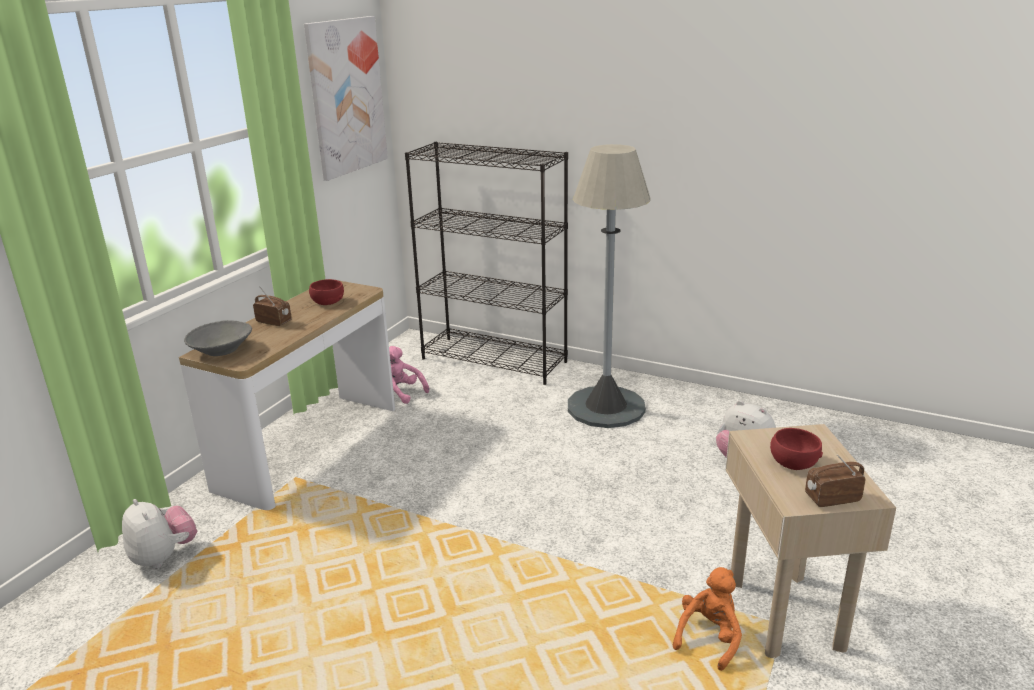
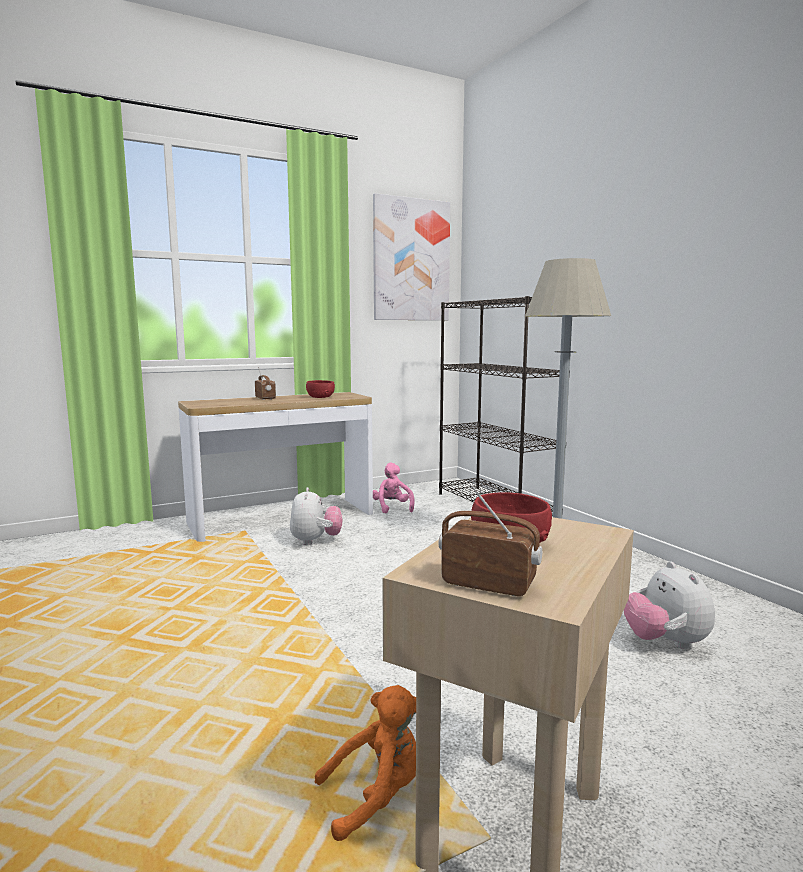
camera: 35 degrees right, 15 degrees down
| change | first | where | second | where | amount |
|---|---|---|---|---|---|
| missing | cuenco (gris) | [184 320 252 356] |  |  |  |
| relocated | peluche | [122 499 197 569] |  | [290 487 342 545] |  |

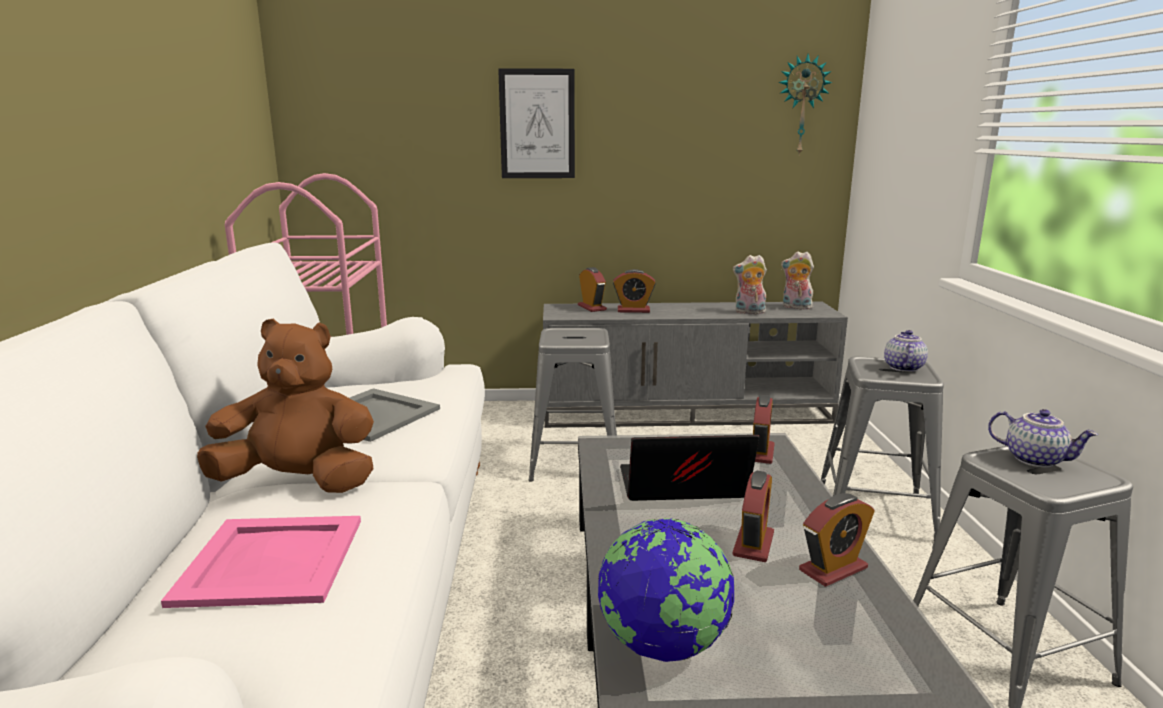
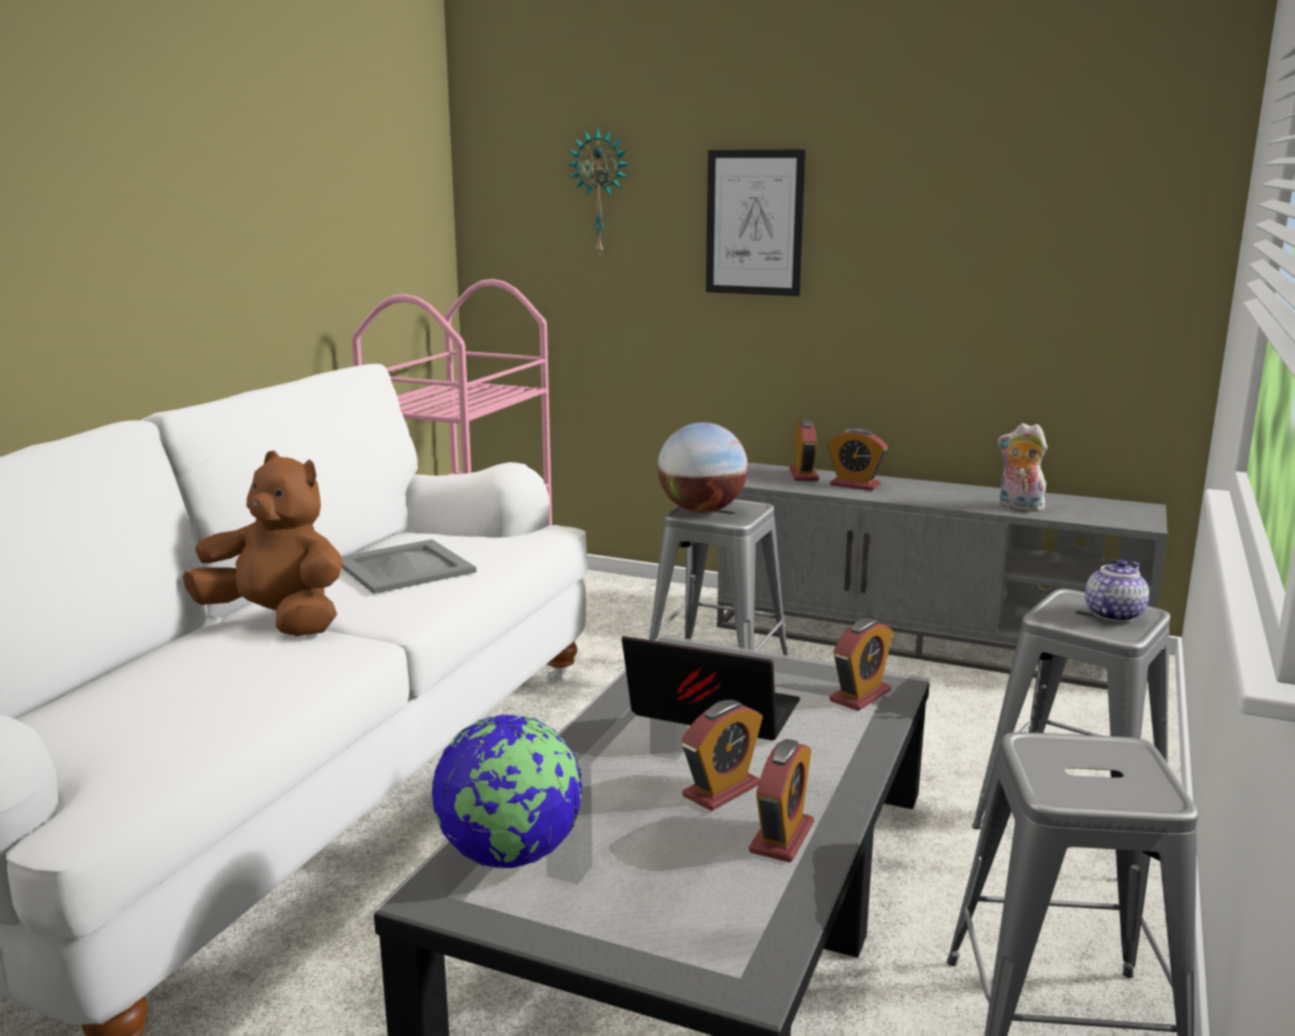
camera: 25 degrees right, 0 degrees up
| change | first | where | second | where | amount |
|---|---|---|---|---|---|
| missing | bandeja (rosa) | [161 516 361 608] |  |  |  |
| missing | peluche | [781 251 814 310] |  |  |  |
| missing | tetera | [988 409 1098 468] |  |  |  |
| appeared |  |  | globo terráqueo | [658 422 748 513] |  |
| relocated | reloj de pared | [779 53 832 155] |  | [567 128 629 257] |  |
| spun | despertador | [799 493 875 587] |  | [749 739 814 862] | 60 degrees counterclockwise |

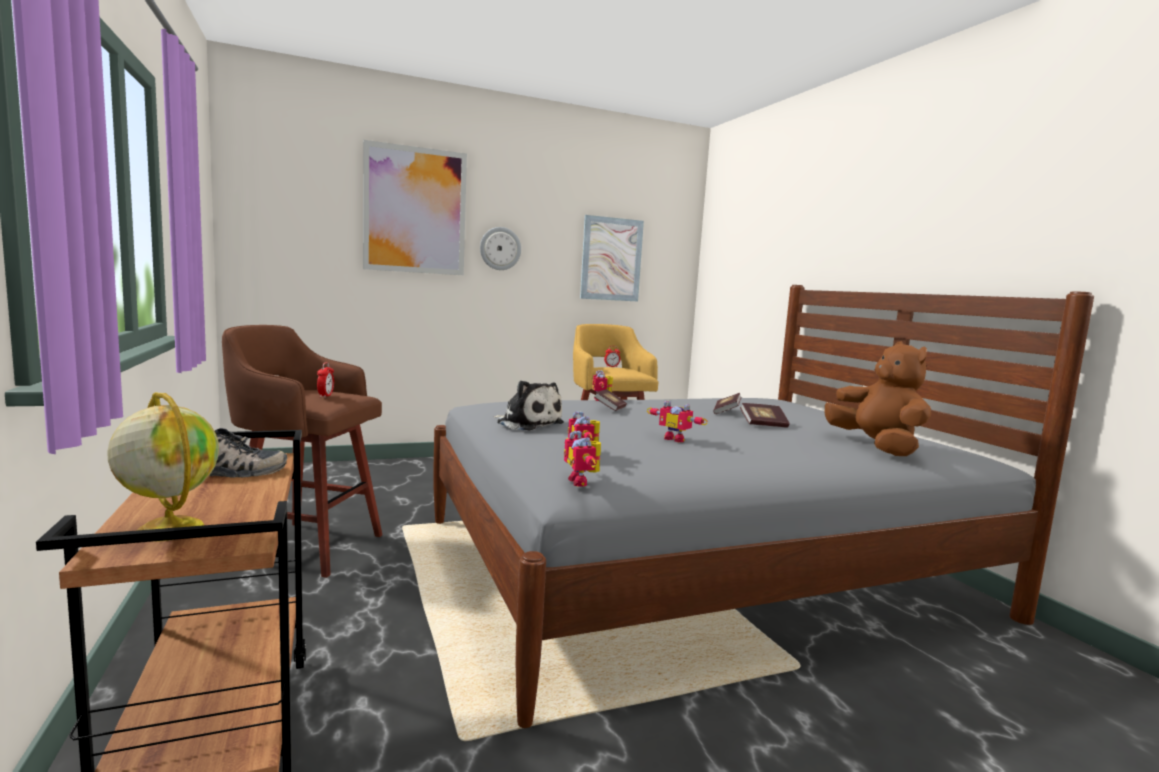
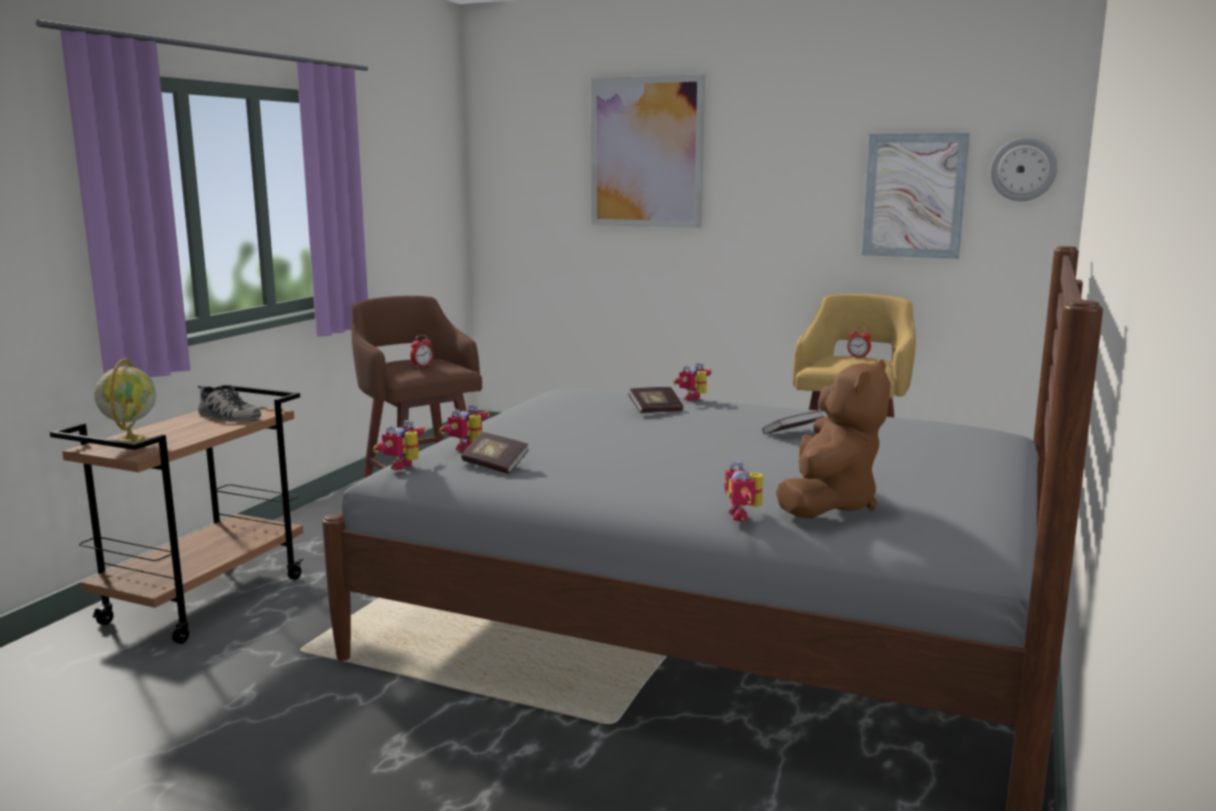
camera: 45 degrees right, 5 degrees up
| change | first | where | second | where | amount |
|---|---|---|---|---|---|
| missing | peluche | [494 380 564 430] |  |  |  |
| relocated | reloj de pared | [480 227 521 270] |  | [990 138 1058 201] |  |
| relocated | robot de juguete | [647 400 708 442] |  | [724 461 763 521] |  |
| relocated | libro | [740 403 790 428] |  | [461 432 529 474] |  |

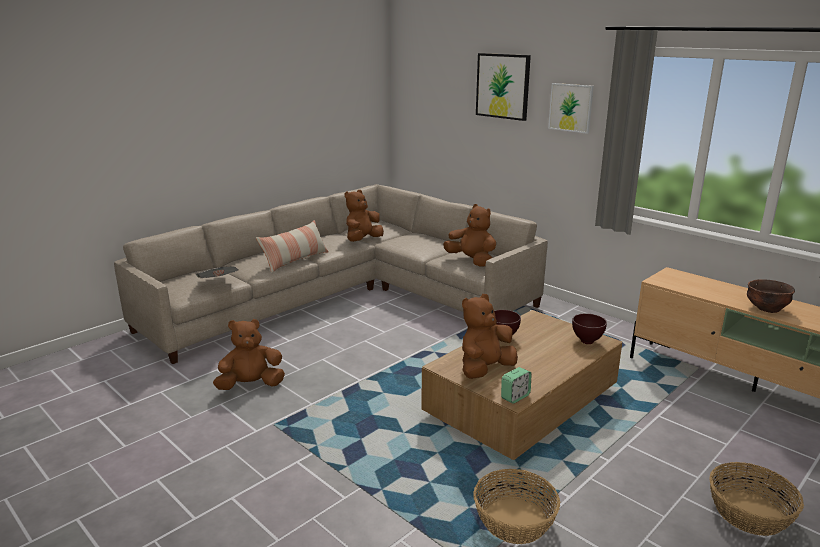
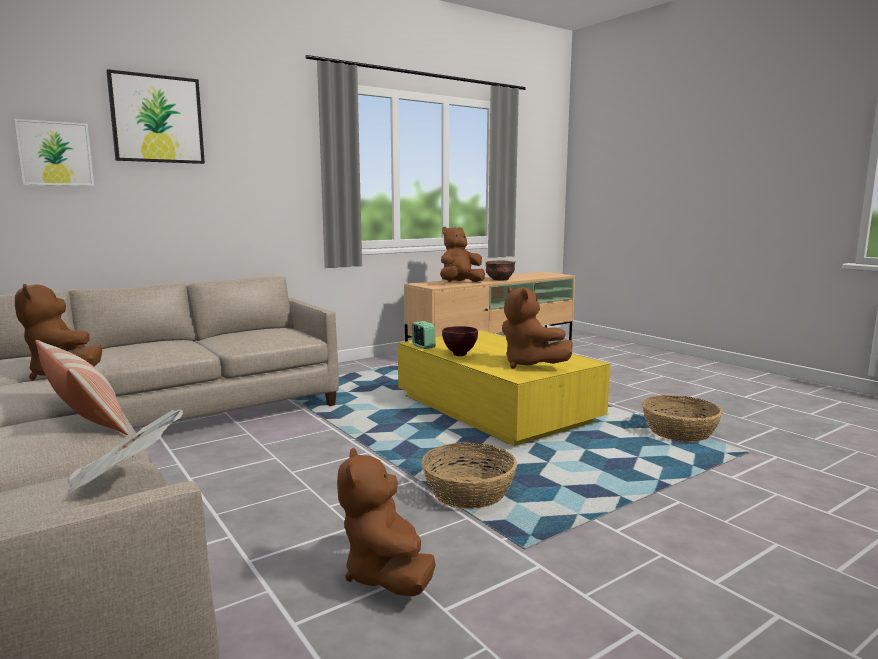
camera: 80 degrees left, 10 degrees down
| change | first | where | second | where | amount |
|---|---|---|---|---|---|
| missing | cuenco (marrón) | [572 313 607 344] |  |  |  |
| relocated | peluche (marrón) | [443 204 496 266] |  | [440 227 485 282] |  |
| relocated | despertador | [501 367 532 404] |  | [412 321 435 349] |  |
| relocated | cuadro | [548 83 594 134] |  | [14 119 94 186] |  |
| relocated | cesta | [709 462 804 536] |  | [421 442 517 509] |  |
| colour | mesa de centro (marrón) | [421 310 622 460] | mesa de centro (amarillo) | [398 330 610 446] |  |

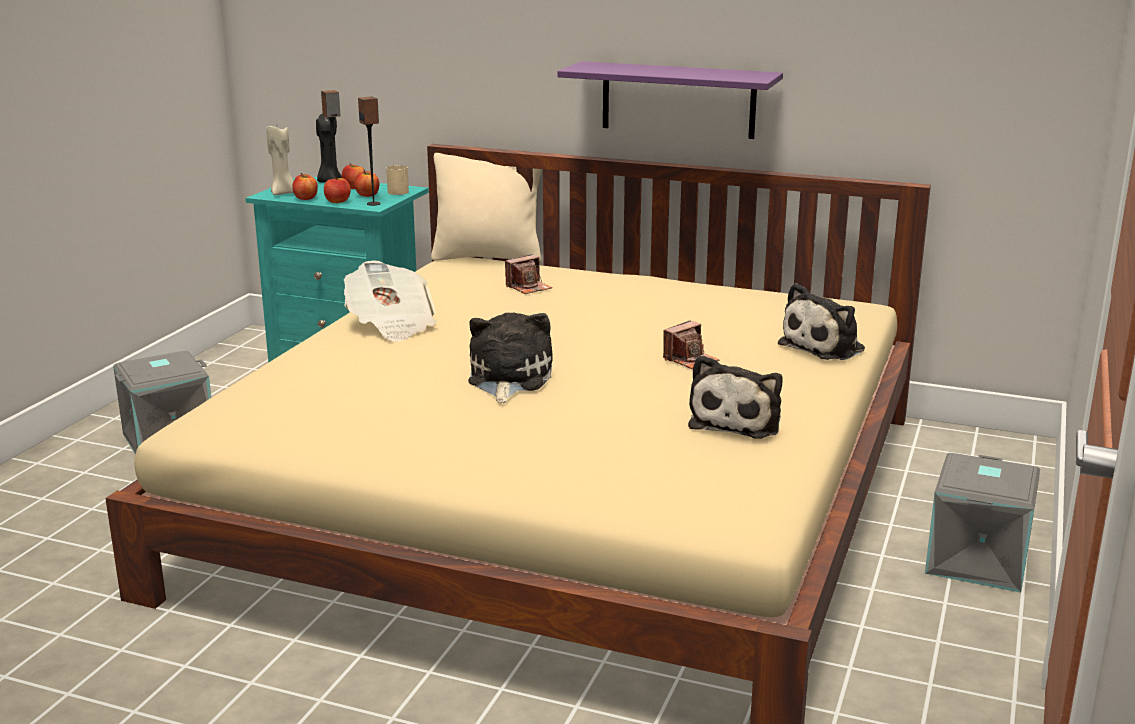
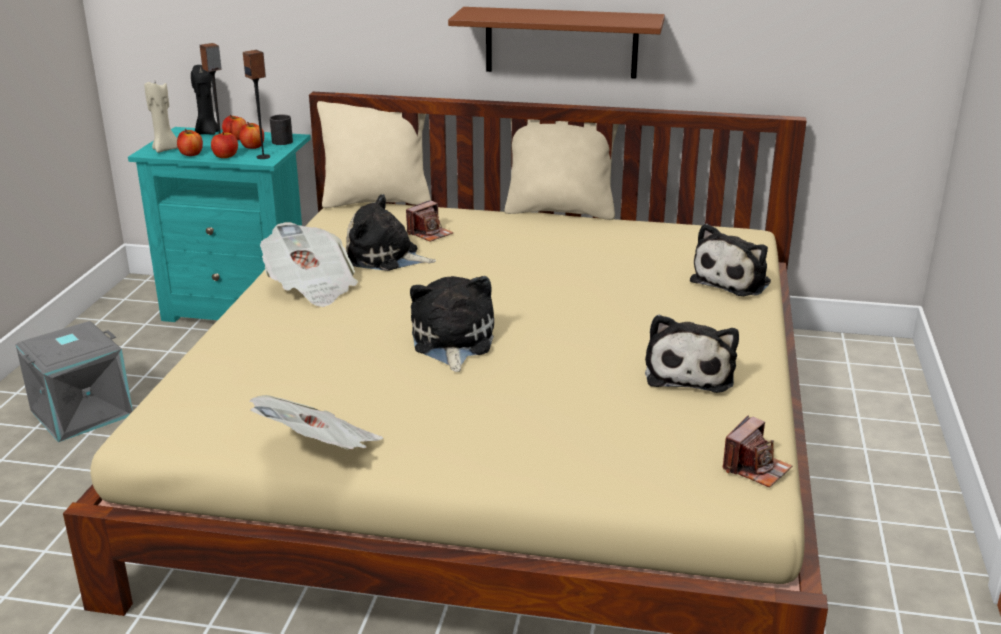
camera: 10 degrees left, 5 degrees up
| change | first | where | second | where | amount |
|---|---|---|---|---|---|
| missing | caja de almacenaje (gris) | [925 453 1040 593] |  |  |  |
| appeared |  |  | periódico | [250 395 383 450] |  |
| appeared |  |  | peluche | [346 194 436 271] |  |
| appeared |  |  | cojín (beis) | [504 118 619 220] |  |
| relocated | cámara | [663 320 719 369] |  | [722 415 792 488] |  |
| colour | taza grande (beis) | [386 165 409 195] | taza grande (negro) | [270 115 293 145] |  |
| colour | estante (morado) | [557 61 783 139] | estante (marrón) | [448 7 665 79] |  |

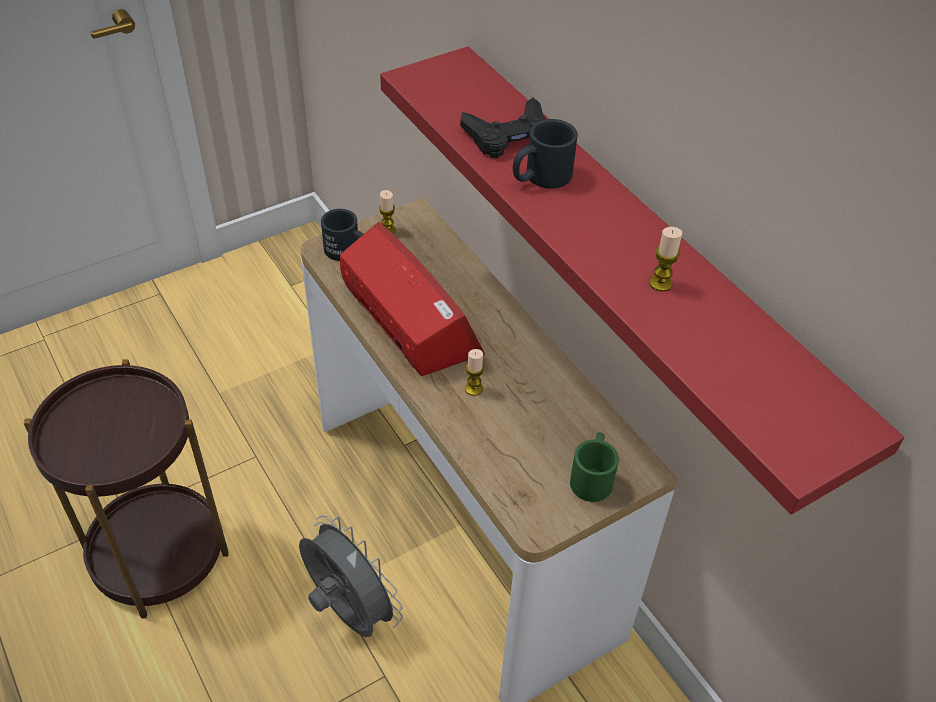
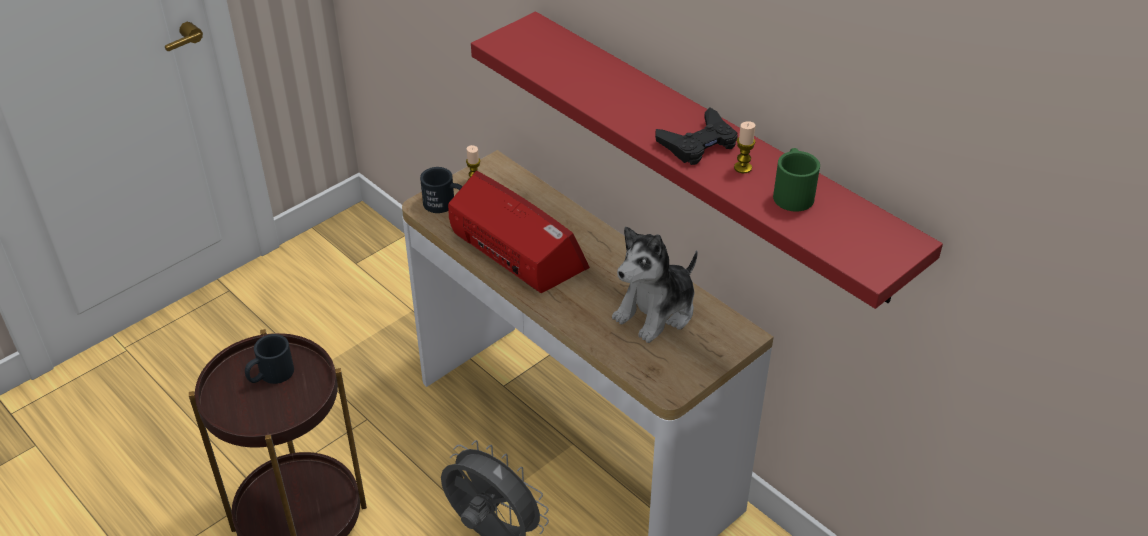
camera: 10 degrees left, 5 degrees down
| change | first | where | second | where | amount |
|---|---|---|---|---|---|
| missing | vela | [465 349 484 396] |  |  |  |
| appeared |  |  | peluche | [612 227 698 343] |  |
| relocated | mando de consola (negro) | [460 98 546 158] |  | [655 107 738 165] |  |
| relocated | taza grande (negro) | [513 119 578 189] |  | [245 334 294 384] |  |
| relocated | taza grande (verde) | [570 432 619 502] |  | [773 148 820 212] |  |

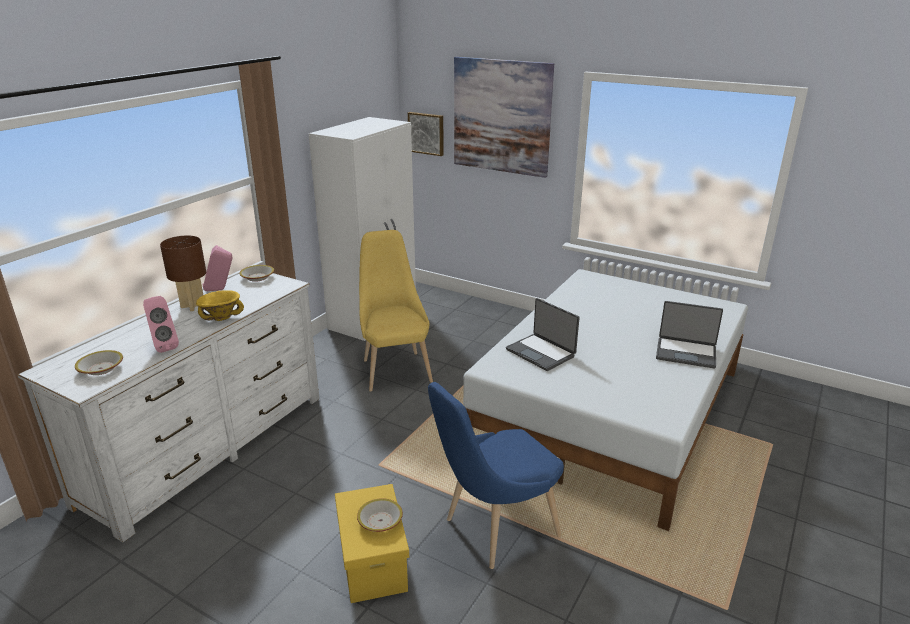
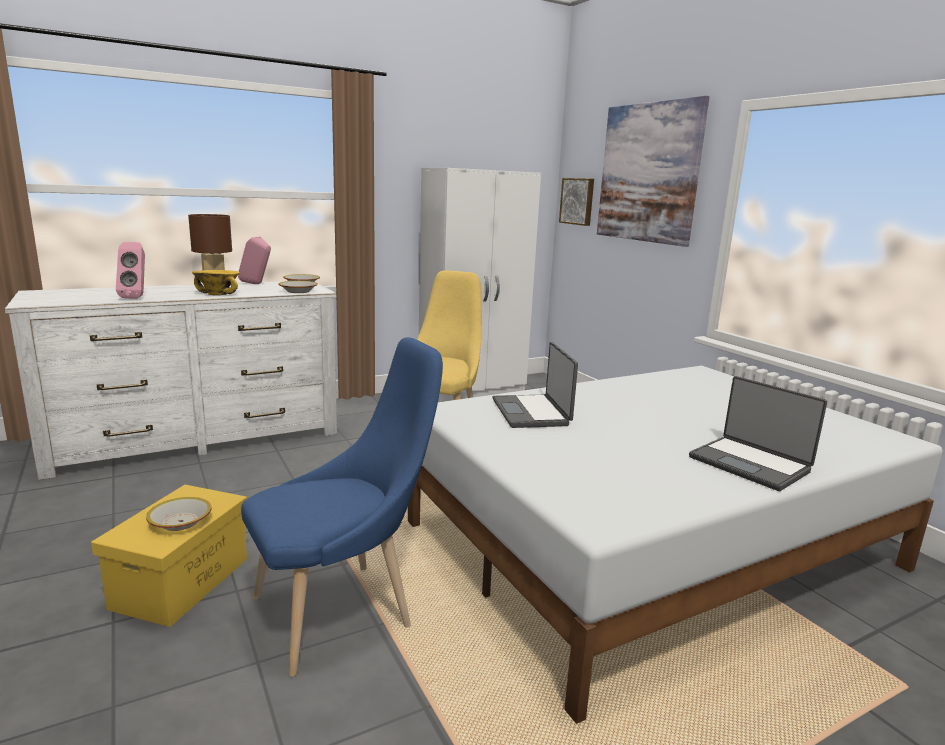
camera: 30 degrees right, 10 degrees down
| change | first | where | second | where | amount |
|---|---|---|---|---|---|
| relocated | cuenco | [75 350 123 375] |  | [278 281 318 293] |  |
| spun | silla (azul) | [428 382 564 569] |  | [241 337 443 677] | 150 degrees clockwise |

